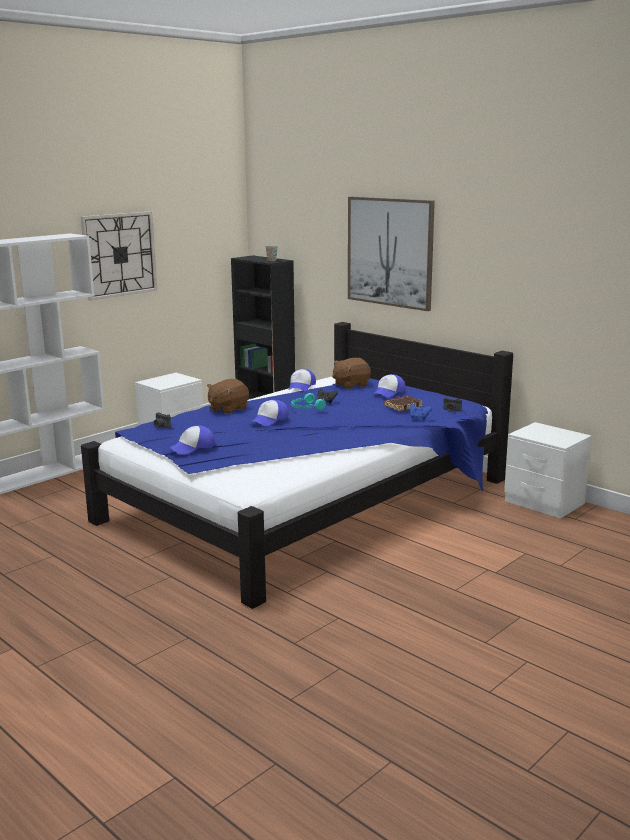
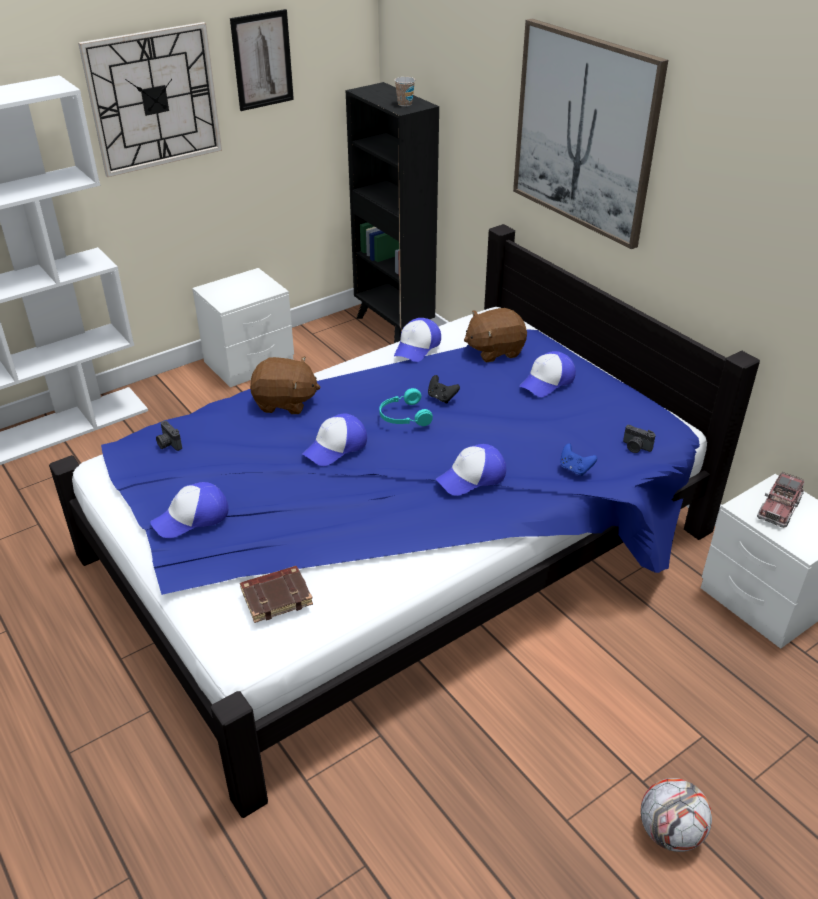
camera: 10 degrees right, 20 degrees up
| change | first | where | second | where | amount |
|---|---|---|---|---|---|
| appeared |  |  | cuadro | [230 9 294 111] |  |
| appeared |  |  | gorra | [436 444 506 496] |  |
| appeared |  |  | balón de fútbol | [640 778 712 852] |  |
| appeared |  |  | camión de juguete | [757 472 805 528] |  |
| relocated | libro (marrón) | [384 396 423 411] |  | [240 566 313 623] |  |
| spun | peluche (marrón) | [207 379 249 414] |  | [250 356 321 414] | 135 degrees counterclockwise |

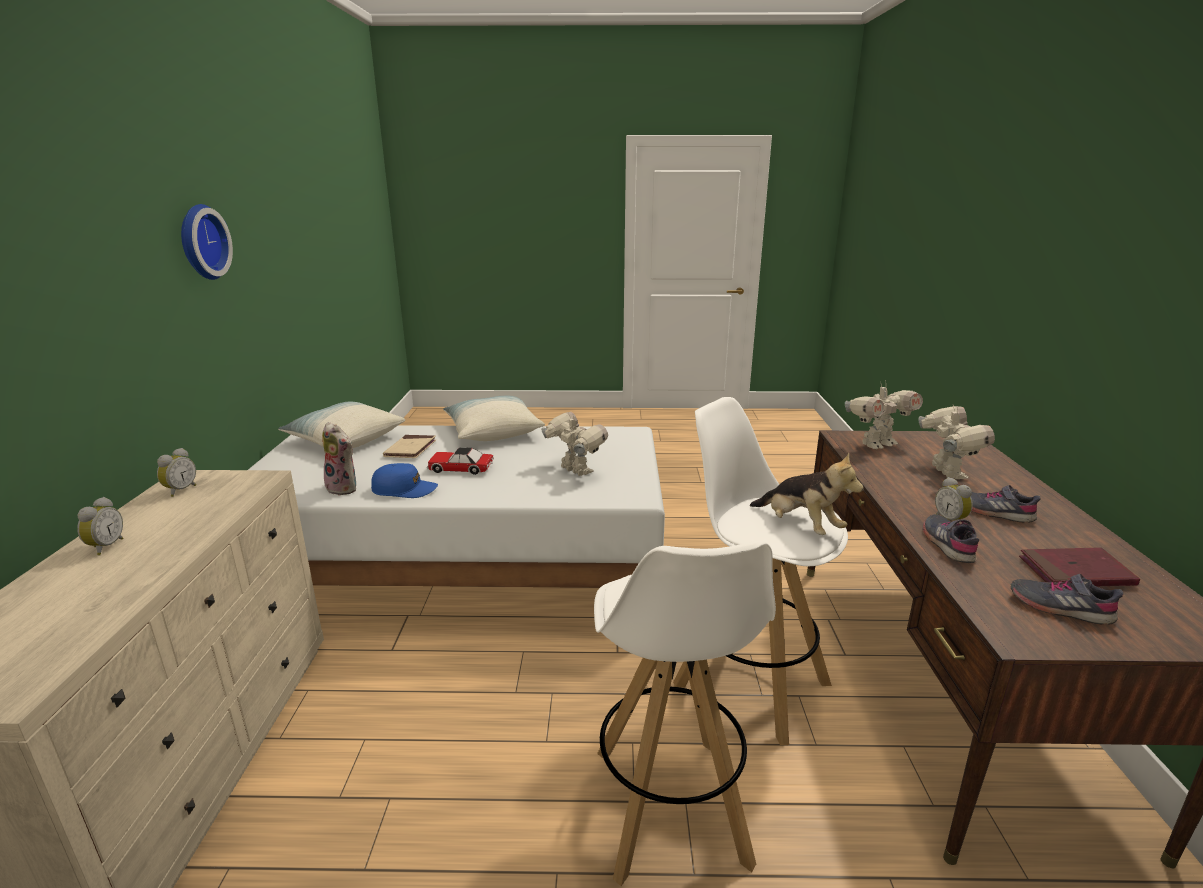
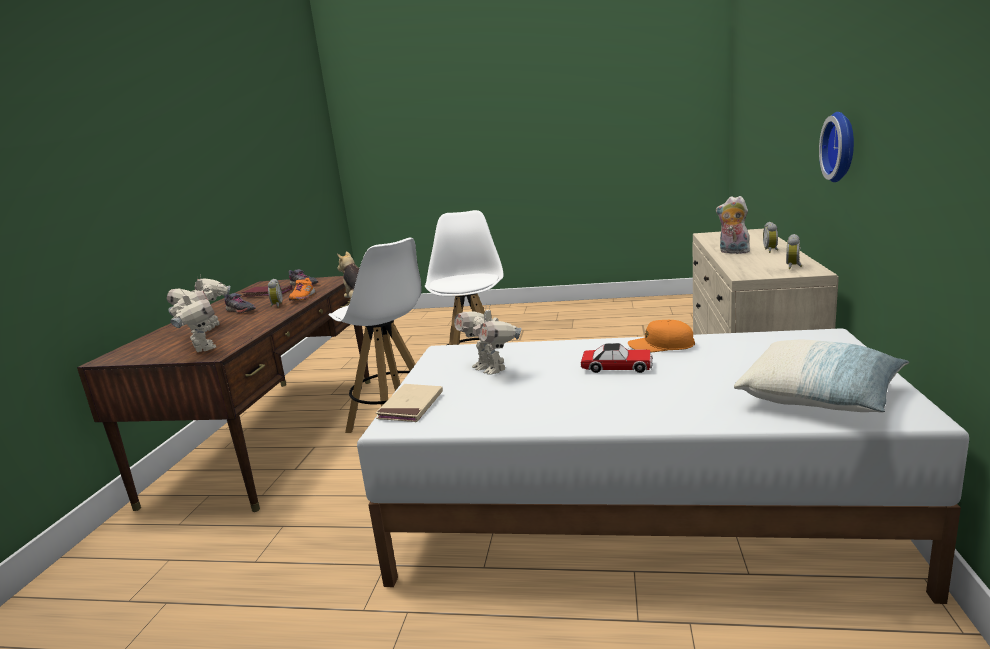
camera: 170 degrees left, 5 degrees down
| change | first | where | second | where | amount |
|---|---|---|---|---|---|
| missing | cojín | [443 396 545 441] |  |  |  |
| relocated | reloj de pared | [181 204 233 280] |  | [819 112 854 182] |  |
| relocated | peluche | [322 422 356 496] |  | [716 196 750 254] |  |
| relocated | libro (beis) | [383 435 436 458] |  | [376 384 443 422] |  |
| colour | gorra (azul) | [371 463 438 498] | gorra (naranja) | [628 320 695 353] |  |
| colour | zapato (gris) | [923 514 979 563] | zapato (naranja) | [289 278 316 301] |  |
| spun | robot de juguete | [845 381 923 449] |  | [168 291 216 352] | 75 degrees clockwise |

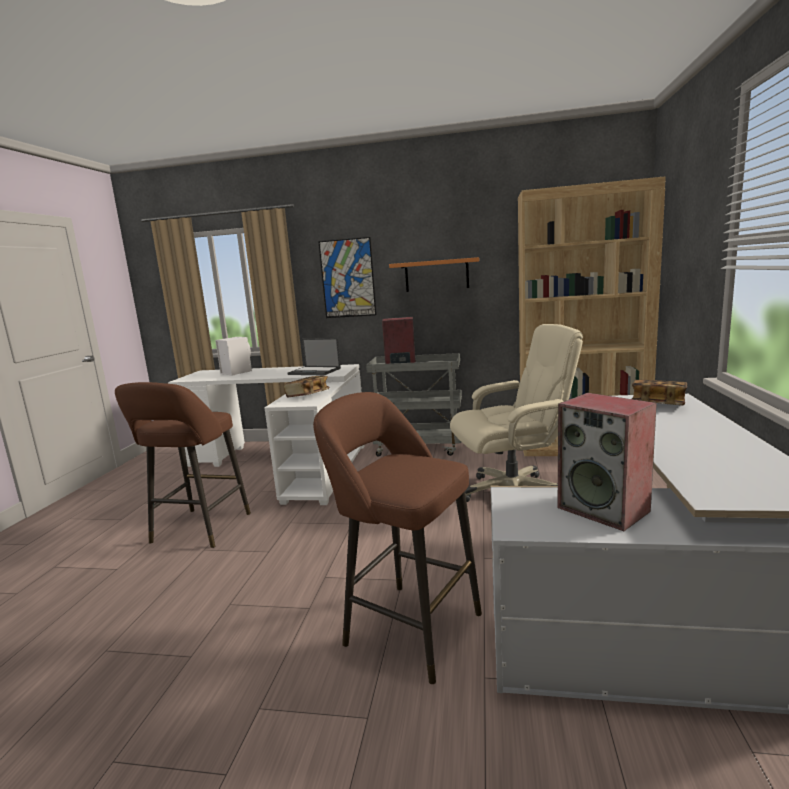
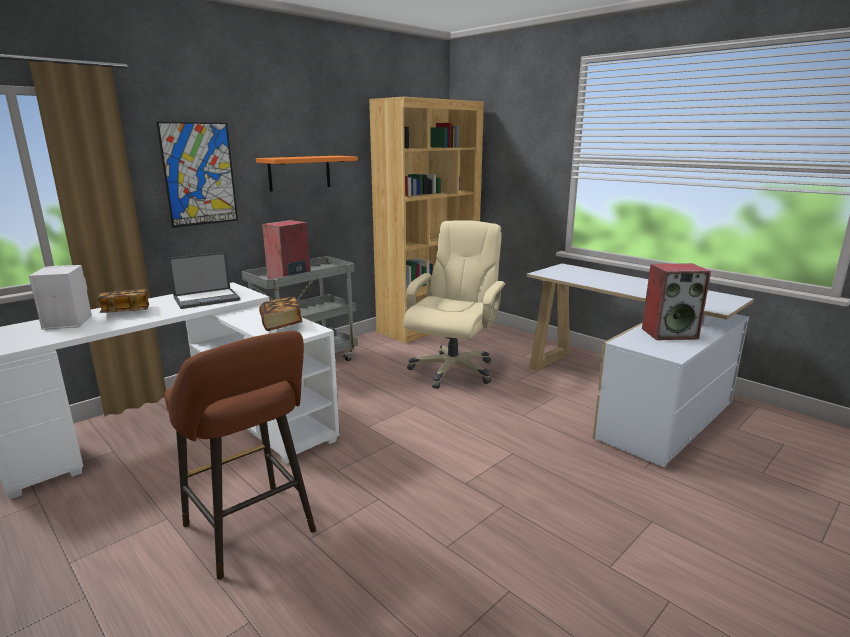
camera: 55 degrees left, 5 degrees up
| change | first | where | second | where | amount |
|---|---|---|---|---|---|
| missing | taburete (marrón) | [313 392 482 684] |  |  |  |
| relocated | libro | [632 380 687 405] |  | [97 289 149 313] |  |

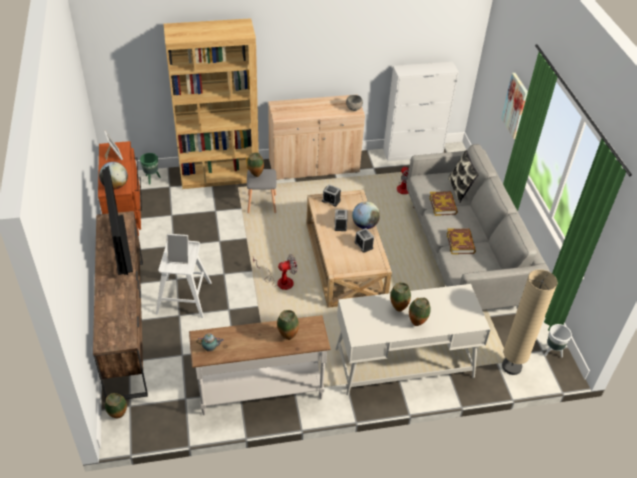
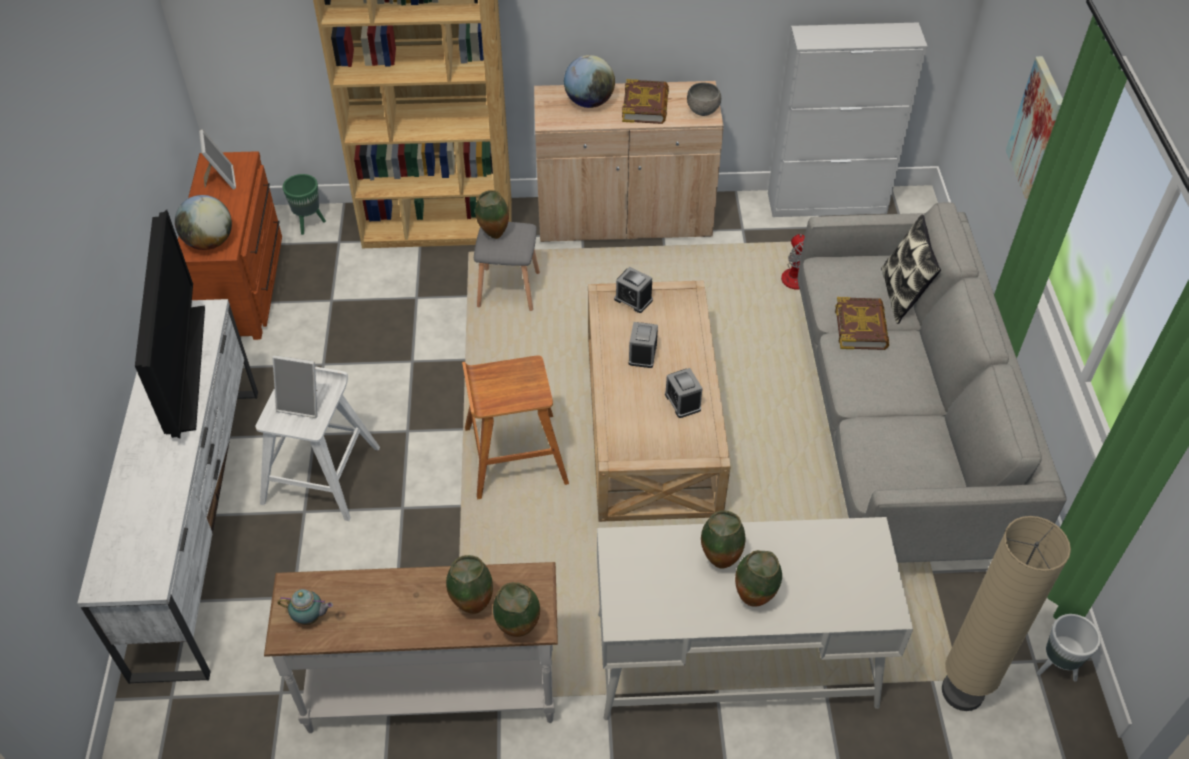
camera: 10 degrees right, 5 degrees up
| change | first | where | second | where | amount |
|---|---|---|---|---|---|
| relocated | florero | [105 393 127 418] |  | [493 582 540 637] |  |
| relocated | globo terráqueo | [352 202 380 229] |  | [564 55 615 108] |  |
| relocated | libro | [447 228 476 254] |  | [622 79 669 124] |  |
| exchanged | ventilador | [253 254 297 290] | taburete (marrón) | [462 355 569 500] |  |
| colour | mueble de televisión (marrón) | [93 211 148 399] | mueble de televisión (blanco) | [77 299 258 684] |  |

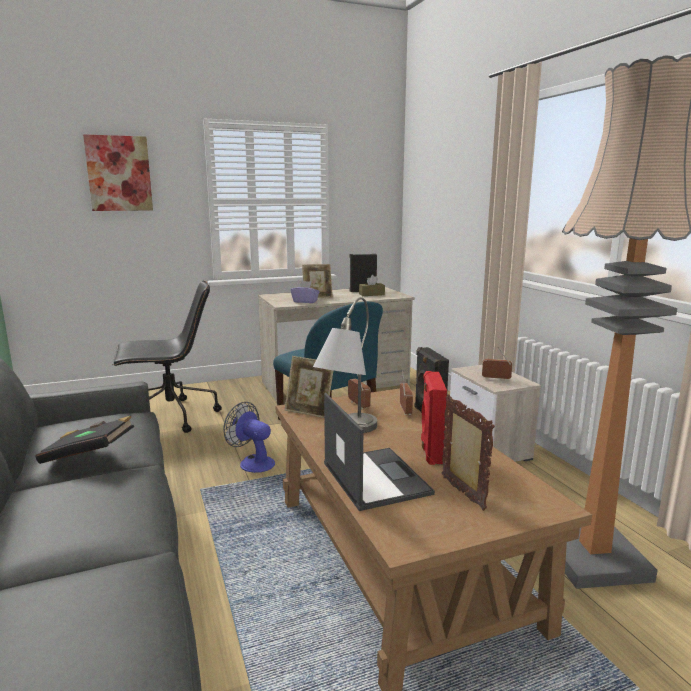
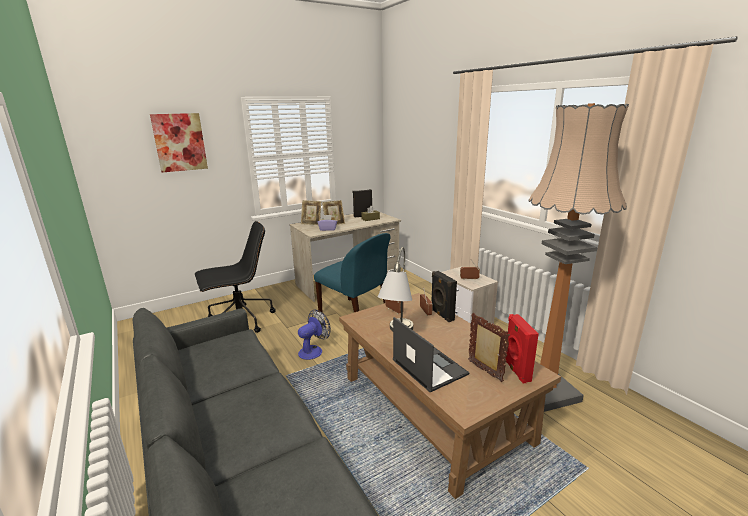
camera: 10 degrees left, 5 degrees up
| change | first | where | second | where | amount |
|---|---|---|---|---|---|
| missing | libro (negro) | [35 416 134 464] |  |  |  |
| relocated | portarretratos | [284 356 333 418] |  | [301 200 321 225] |  |
| relocated | altavoz (rojo) | [421 371 447 465] |  | [506 314 539 383] |  |
| spun | ventilador | [224 402 275 473] |  | [298 310 331 360] | 105 degrees clockwise |

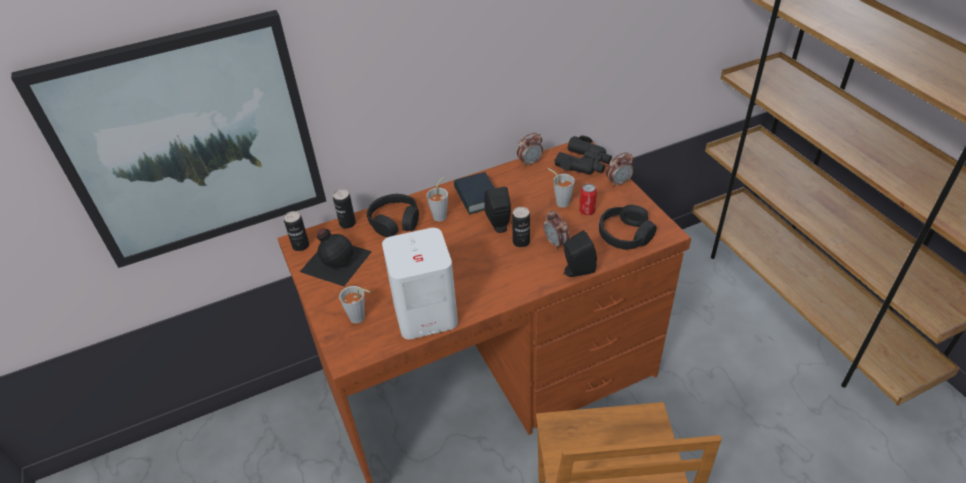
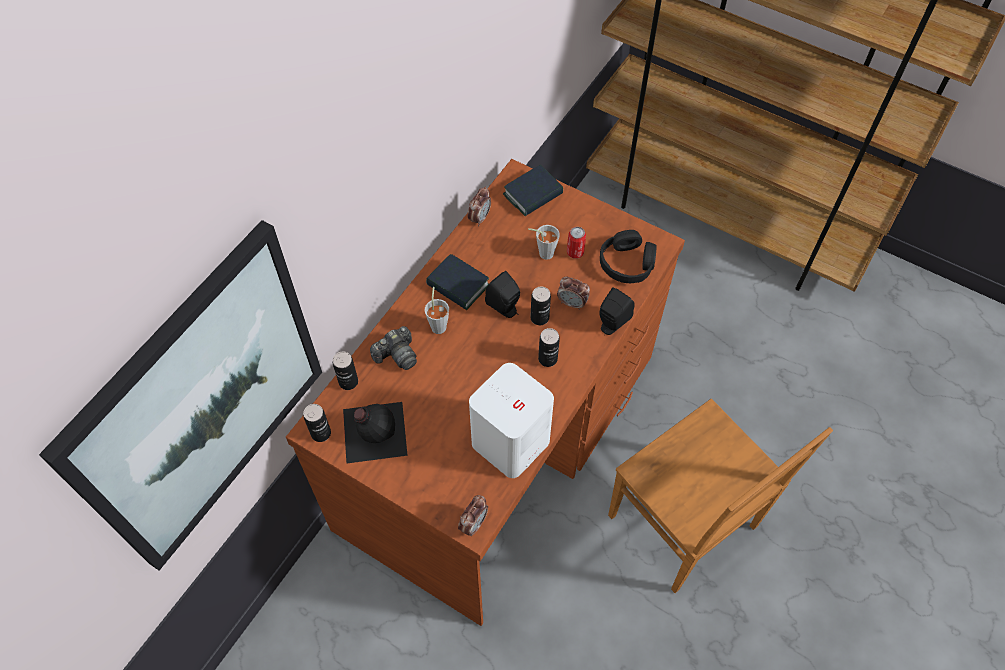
camera: 35 degrees left, 15 degrees up
| change | first | where | second | where | amount |
|---|---|---|---|---|---|
| missing | taza (gris) | [339 286 370 324] |  |  |  |
| appeared |  |  | lata | [538 328 560 367] |  |
| relocated | despertador | [606 152 634 187] |  | [458 495 488 536] |  |
| exchanged | auriculares (negro) | [367 194 419 237] | cámara | [370 326 417 370] |  |
| exchanged | prismáticos (negro) | [554 136 612 174] | libro | [503 165 563 216] |  |

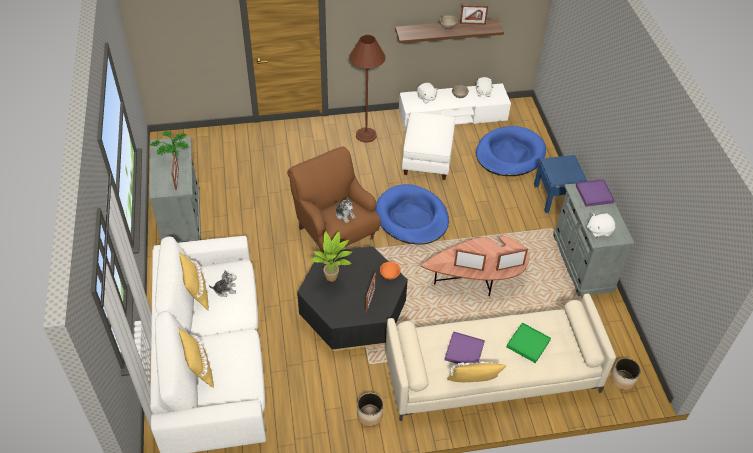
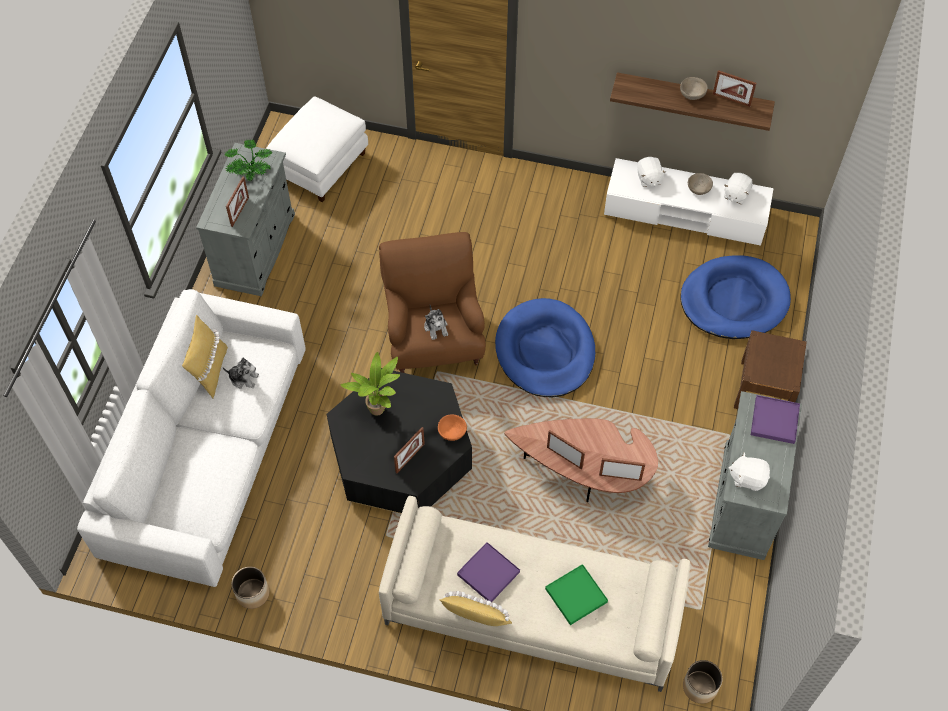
camera: 25 degrees right, 10 degrees up
| change | first | where | second | where | amount |
|---|---|---|---|---|---|
| missing | cojín (amarillo) | [178 328 214 388] |  |  |  |
| missing | lámpara de pie (marrón) | [349 35 386 143] |  |  |  |
| relocated | maceta | [357 393 383 426] |  | [232 567 269 609] |  |
| relocated | puf (blanco) | [402 112 455 180] |  | [266 96 368 202] |  |
| colour | mesita de noche (azul) | [534 155 587 213] | mesita de noche (marrón) | [734 330 807 409] |  |

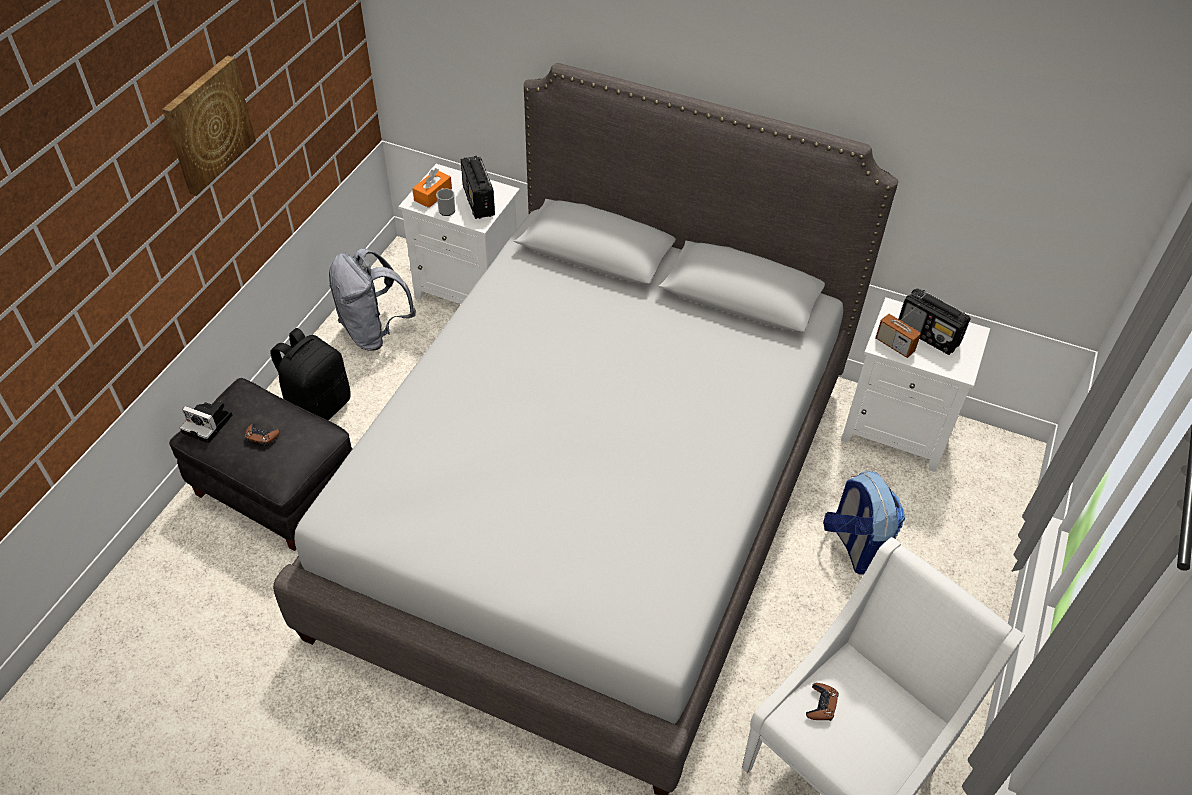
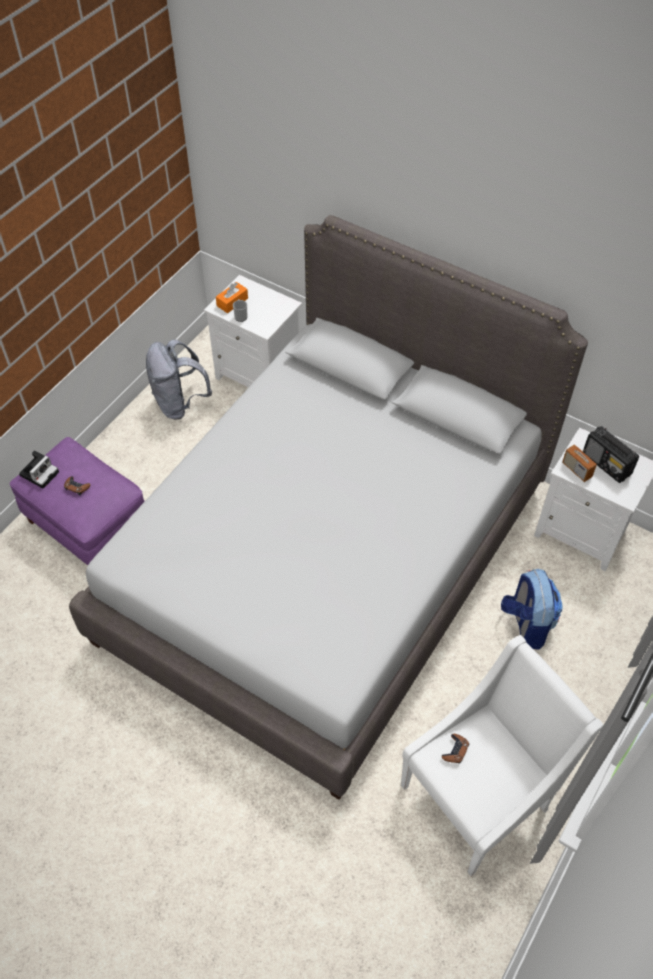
camera: 10 degrees right, 5 degrees up
| change | first | where | second | where | amount |
|---|---|---|---|---|---|
| missing | cuadro | [162 55 256 196] |  |  |  |
| missing | mochila (negro) | [271 328 351 420] |  |  |  |
| missing | radio | [461 156 495 219] |  |  |  |
| colour | puf (negro) | [169 378 353 551] | puf (morado) | [10 437 145 565] |  |
| spun | cámara | [180 401 232 443] |  | [19 450 59 488] | 90 degrees counterclockwise |

